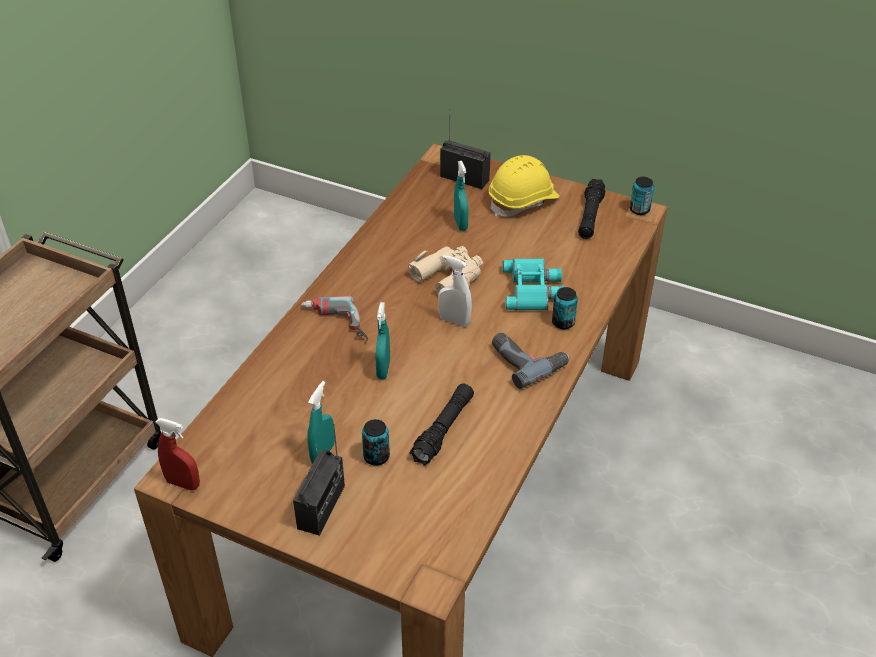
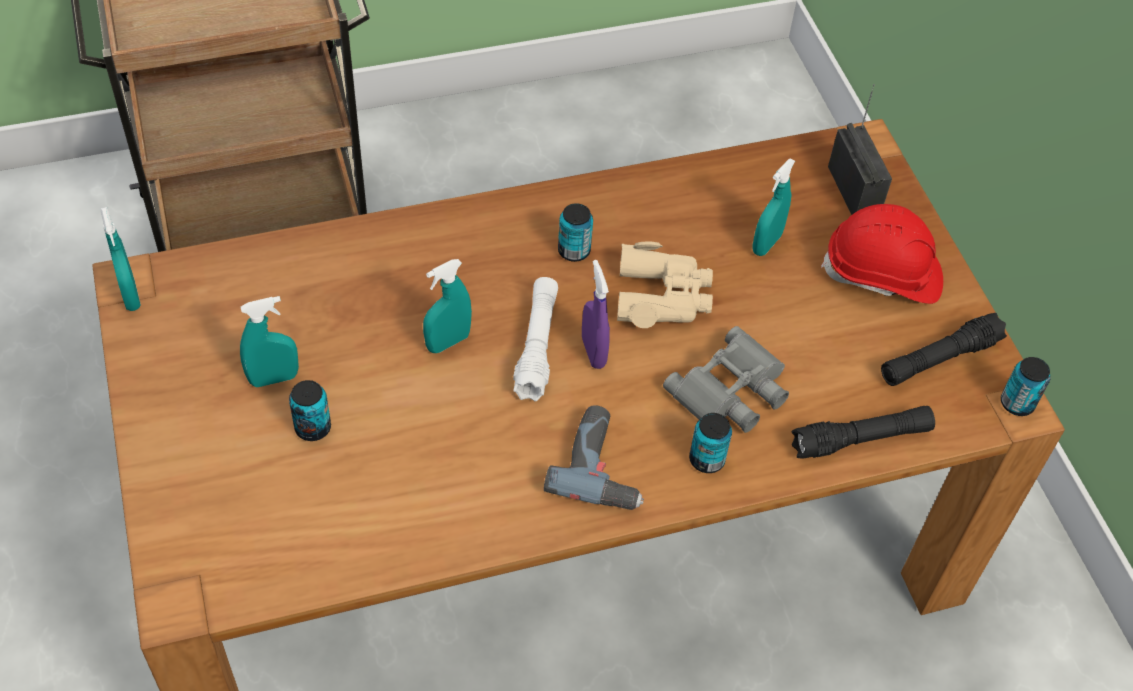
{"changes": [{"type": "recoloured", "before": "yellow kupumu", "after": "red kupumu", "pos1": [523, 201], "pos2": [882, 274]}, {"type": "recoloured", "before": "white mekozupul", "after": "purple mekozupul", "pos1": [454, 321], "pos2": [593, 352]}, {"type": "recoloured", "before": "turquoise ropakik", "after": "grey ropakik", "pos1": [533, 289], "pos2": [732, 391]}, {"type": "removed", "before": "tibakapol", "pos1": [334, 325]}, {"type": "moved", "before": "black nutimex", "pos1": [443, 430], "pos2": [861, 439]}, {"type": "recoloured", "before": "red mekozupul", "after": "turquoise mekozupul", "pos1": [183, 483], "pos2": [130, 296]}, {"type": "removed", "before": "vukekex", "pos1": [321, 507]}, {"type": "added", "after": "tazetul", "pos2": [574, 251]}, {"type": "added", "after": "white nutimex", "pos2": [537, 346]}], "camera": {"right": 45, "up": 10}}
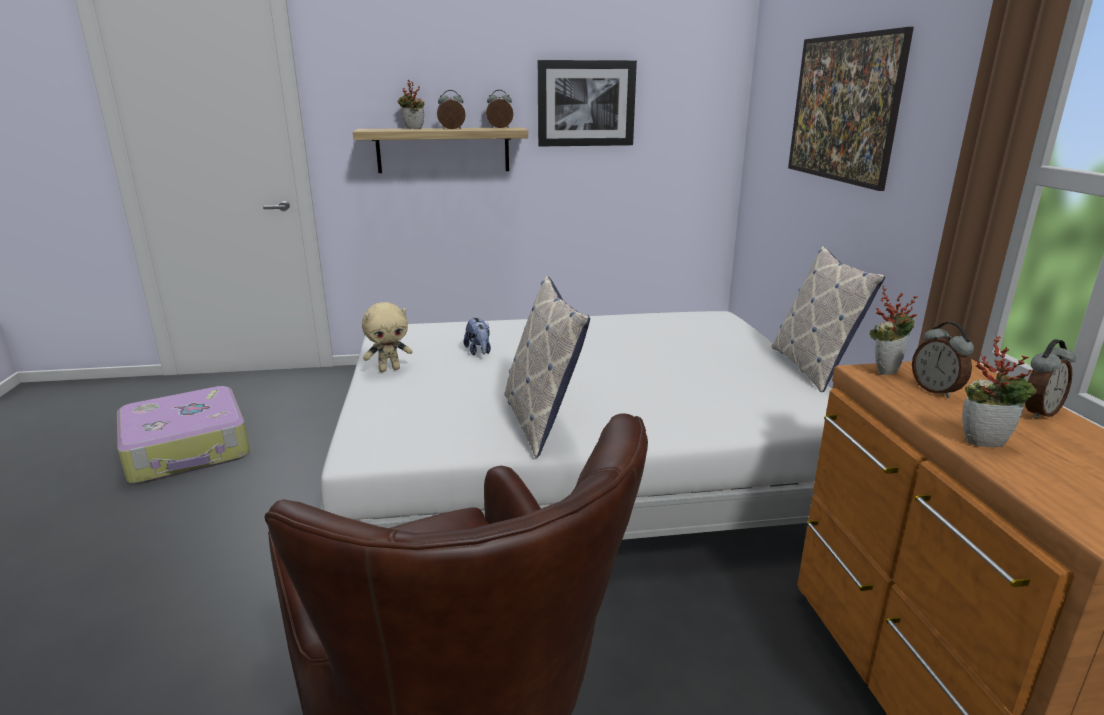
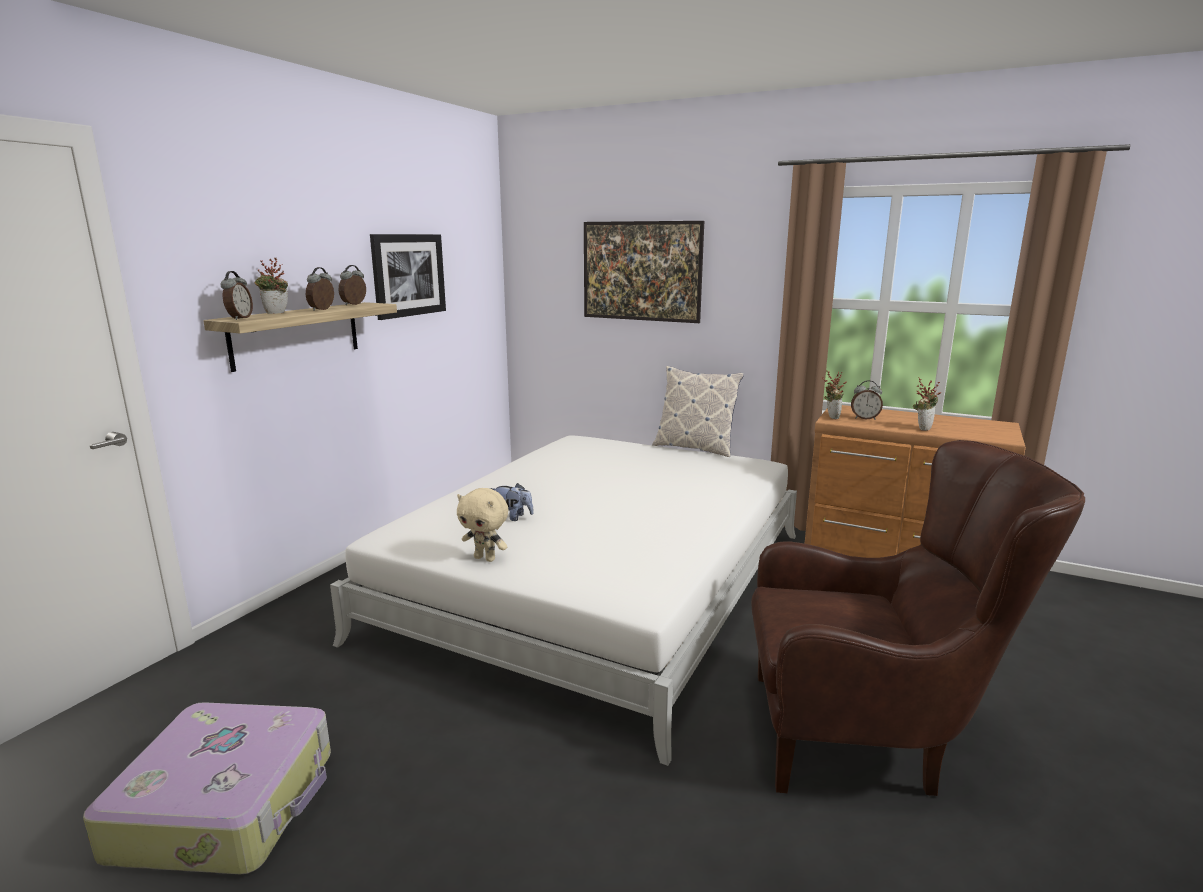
{"changes": [{"type": "removed", "before": "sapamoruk", "pos1": [541, 421]}, {"type": "turned", "before": "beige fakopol", "pos1": [389, 369], "pos2": [485, 558], "turn": 105}, {"type": "moved", "before": "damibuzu", "pos1": [1038, 412], "pos2": [239, 318]}], "camera": {"right": -55, "up": -5}}
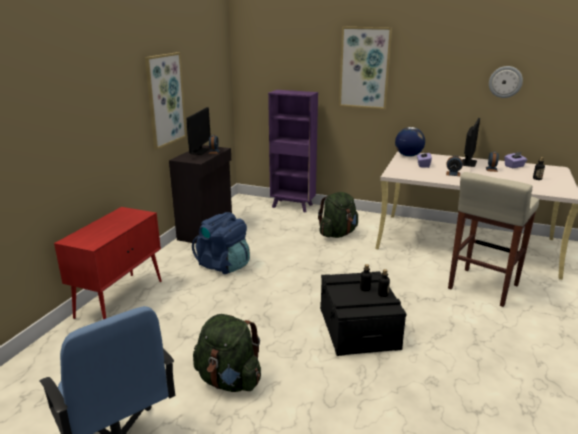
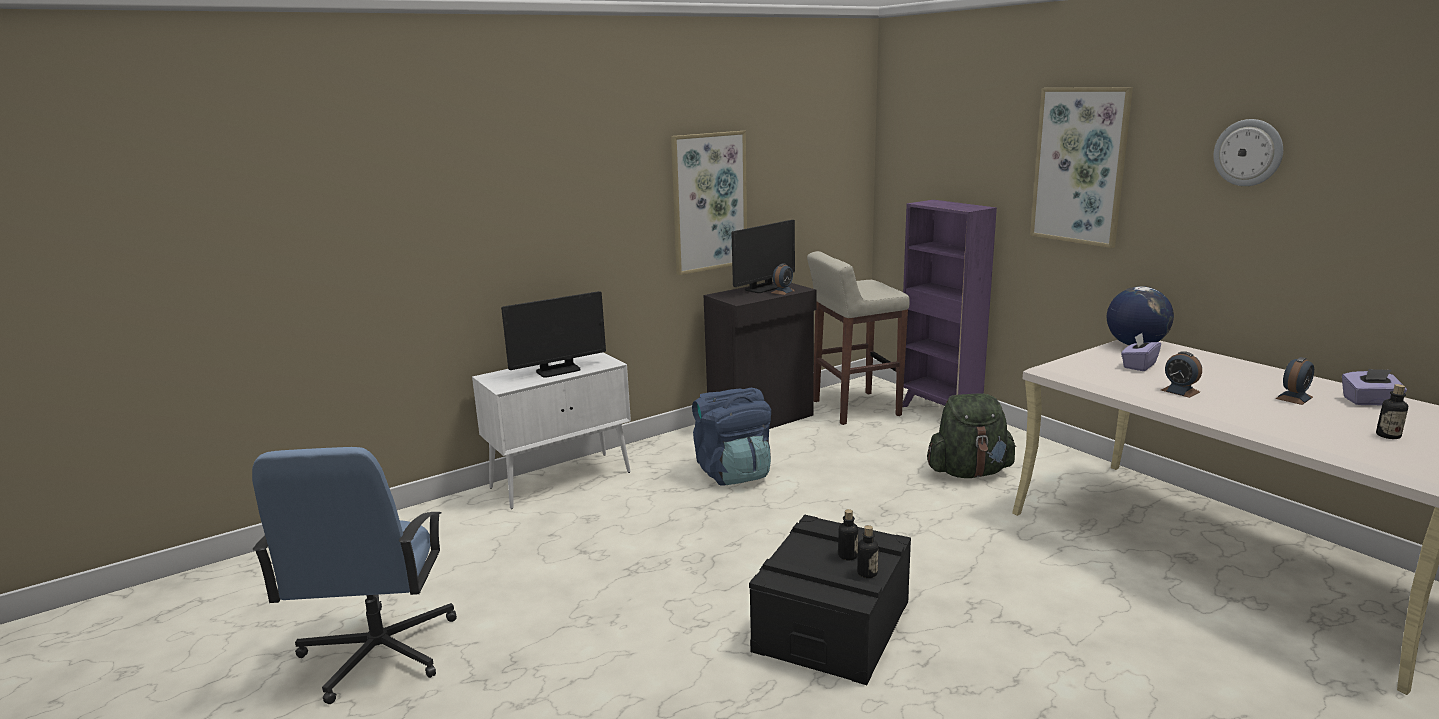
{"changes": [{"type": "moved", "before": "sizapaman", "pos1": [505, 82], "pos2": [1248, 152]}, {"type": "moved", "before": "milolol", "pos1": [468, 163], "pos2": [558, 370]}, {"type": "moved", "before": "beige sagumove", "pos1": [482, 287], "pos2": [854, 408]}, {"type": "recoloured", "before": "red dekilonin", "after": "white dekilonin", "pos1": [120, 298], "pos2": [562, 479]}, {"type": "removed", "before": "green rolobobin", "pos1": [229, 380]}], "camera": {"right": 35, "up": -5}}
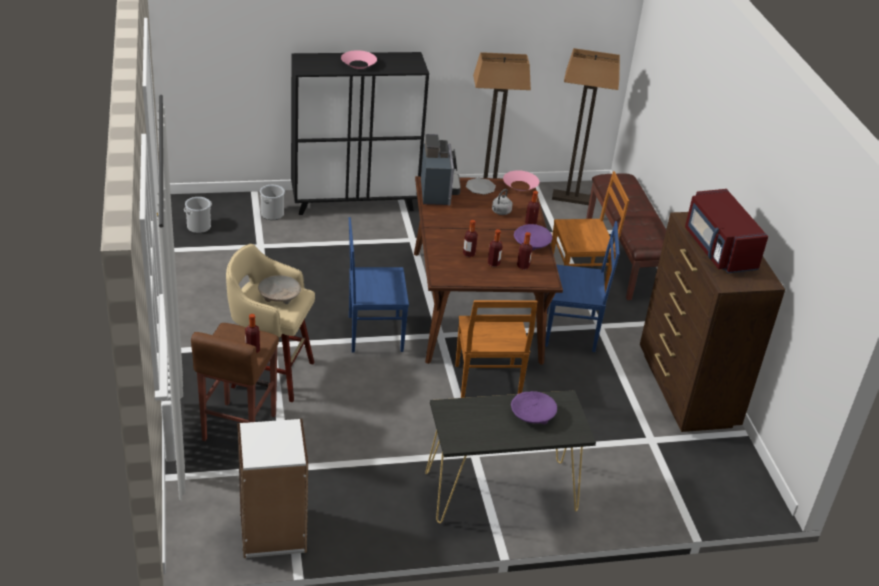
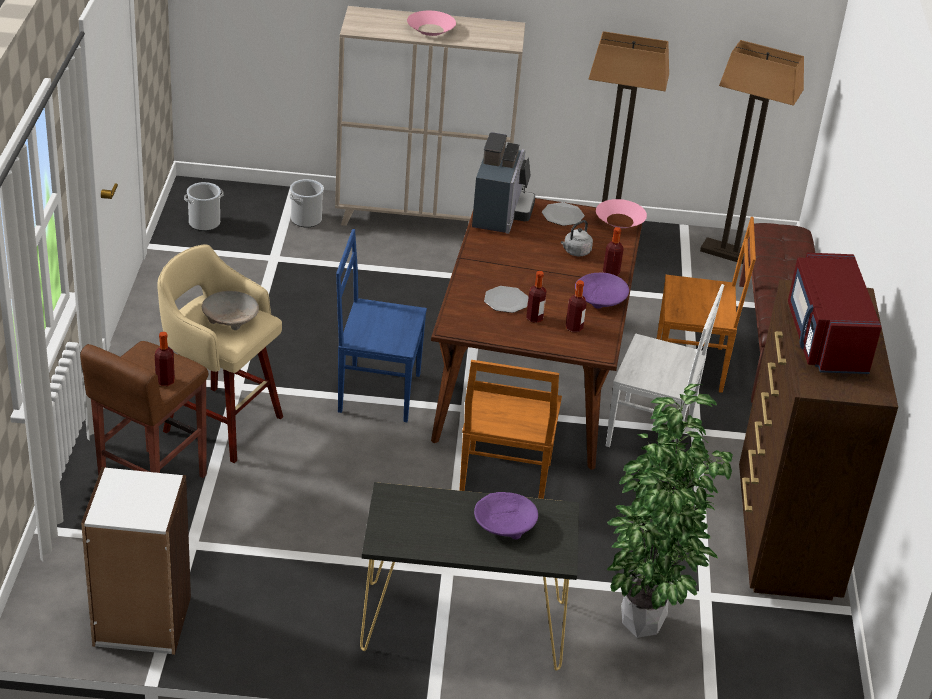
{"changes": [{"type": "recoloured", "before": "black dekilonin", "after": "beige dekilonin", "pos1": [354, 202], "pos2": [422, 218]}, {"type": "replaced", "before": "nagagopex", "after": "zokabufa", "pos1": [469, 254], "pos2": [506, 301]}, {"type": "recoloured", "before": "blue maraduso", "after": "white maraduso", "pos1": [571, 332], "pos2": [652, 433]}, {"type": "added", "after": "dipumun", "pos2": [644, 628]}], "camera": {"right": 15, "up": 0}}
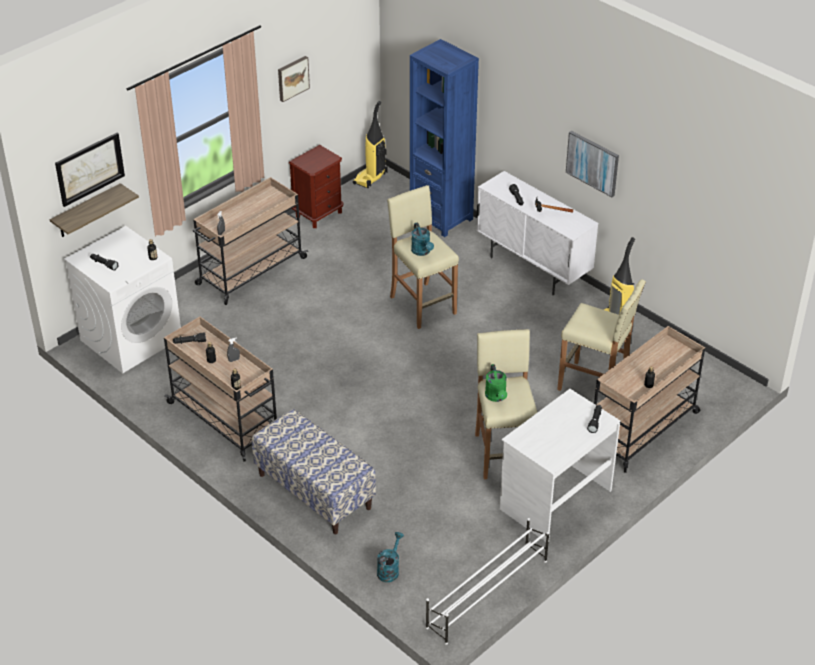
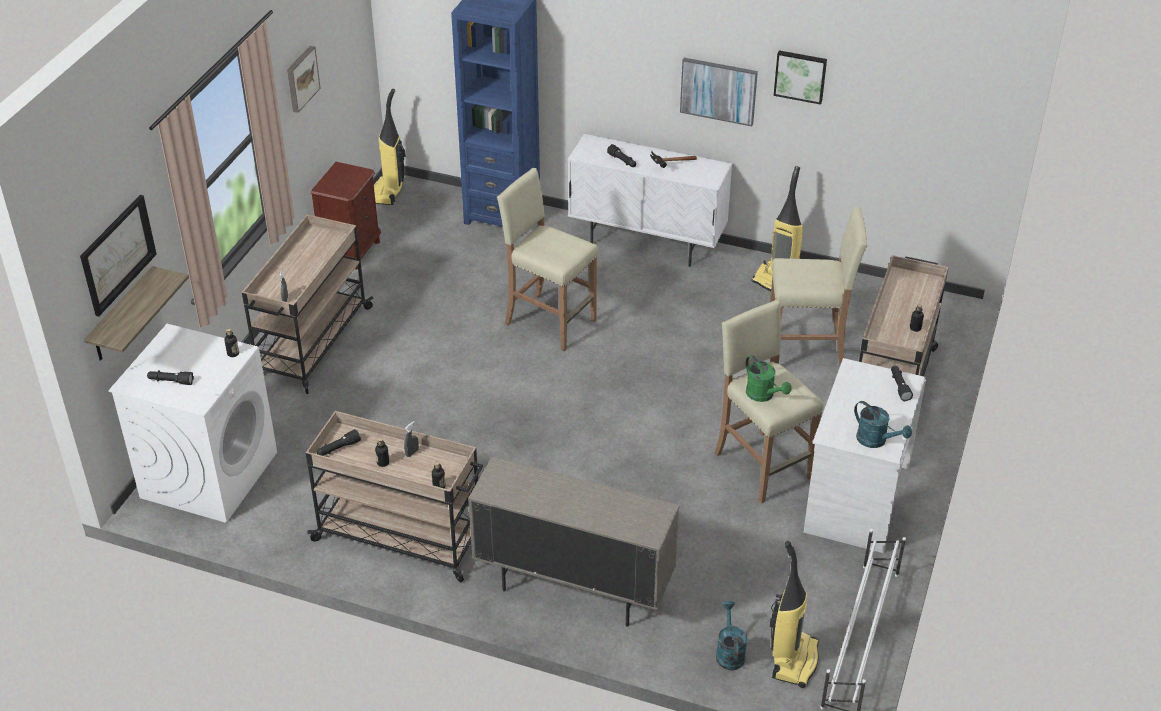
{"changes": [{"type": "moved", "before": "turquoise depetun", "pos1": [422, 252], "pos2": [876, 441]}, {"type": "replaced", "before": "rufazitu", "after": "beige dekilonin", "pos1": [314, 491], "pos2": [573, 589]}, {"type": "added", "after": "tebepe", "pos2": [800, 76]}, {"type": "added", "after": "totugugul", "pos2": [793, 660]}], "camera": {"right": -25, "up": 0}}
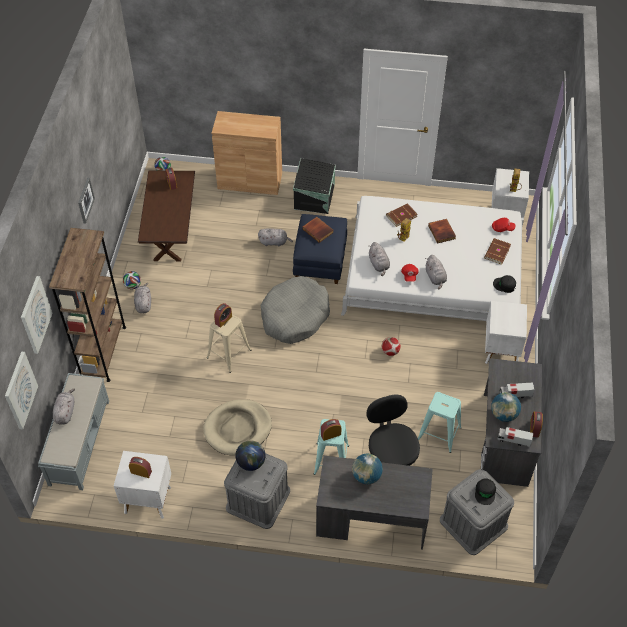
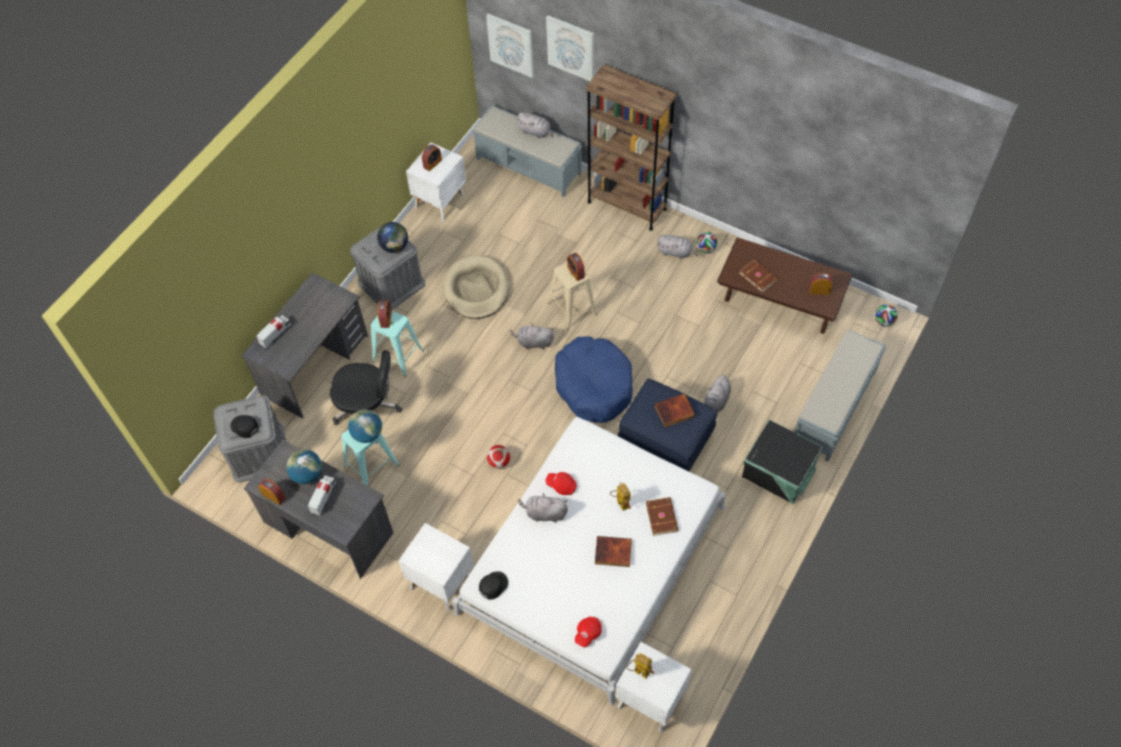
{"changes": [{"type": "replaced", "before": "brown dekilonin", "after": "grey rufazitu", "pos1": [250, 181], "pos2": [833, 408]}, {"type": "removed", "before": "tebepe", "pos1": [85, 200]}, {"type": "moved", "before": "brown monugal", "pos1": [496, 252], "pos2": [758, 276]}, {"type": "moved", "before": "grey fakopol", "pos1": [379, 264], "pos2": [533, 342]}, {"type": "recoloured", "before": "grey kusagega", "after": "blue kusagega", "pos1": [295, 316], "pos2": [594, 385]}, {"type": "moved", "before": "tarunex", "pos1": [513, 440], "pos2": [275, 335]}, {"type": "moved", "before": "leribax", "pos1": [366, 476], "pos2": [367, 434]}], "camera": {"right": 115, "up": 5}}
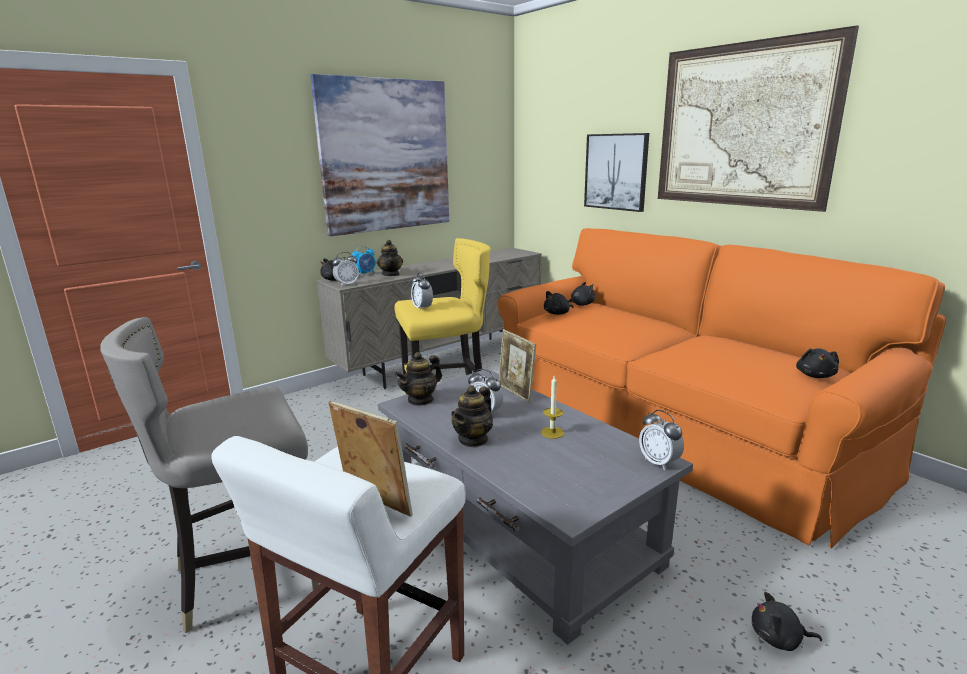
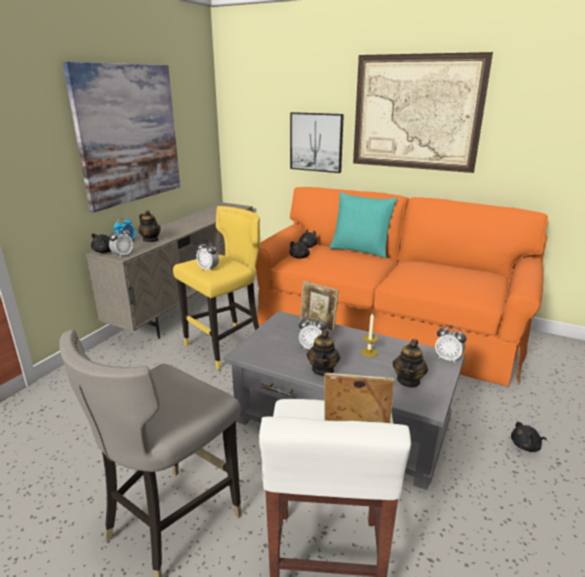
{"changes": [{"type": "removed", "before": "black fakopol", "pos1": [815, 375]}, {"type": "moved", "before": "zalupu", "pos1": [420, 400], "pos2": [408, 380]}, {"type": "added", "after": "turquoise sapamoruk", "pos2": [360, 250]}], "camera": {"right": -25, "up": 5}}
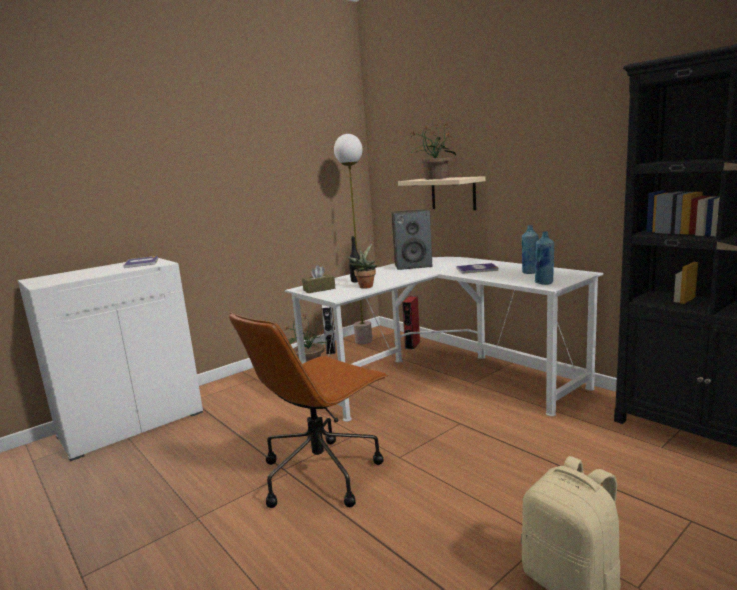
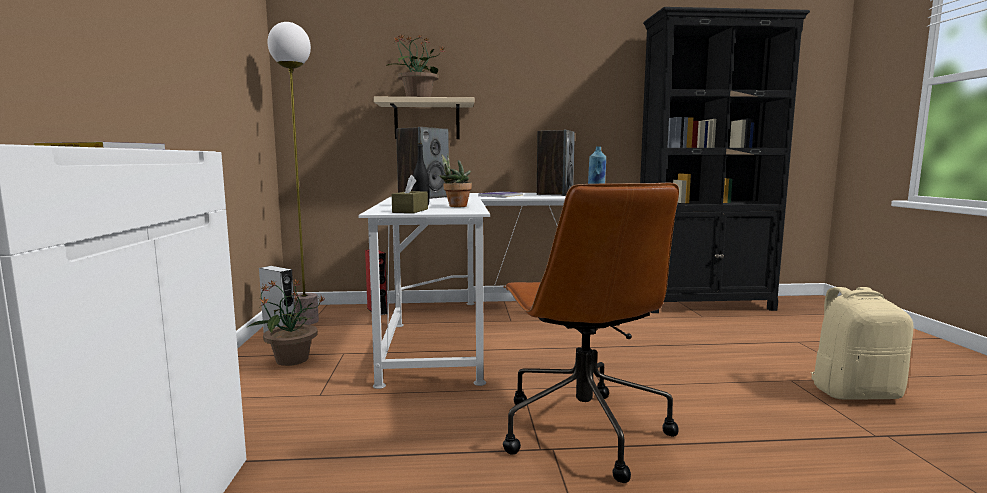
{"changes": [{"type": "replaced", "before": "blue nagagopex", "after": "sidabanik", "pos1": [530, 272], "pos2": [555, 194]}], "camera": {"right": -55, "up": -5}}
